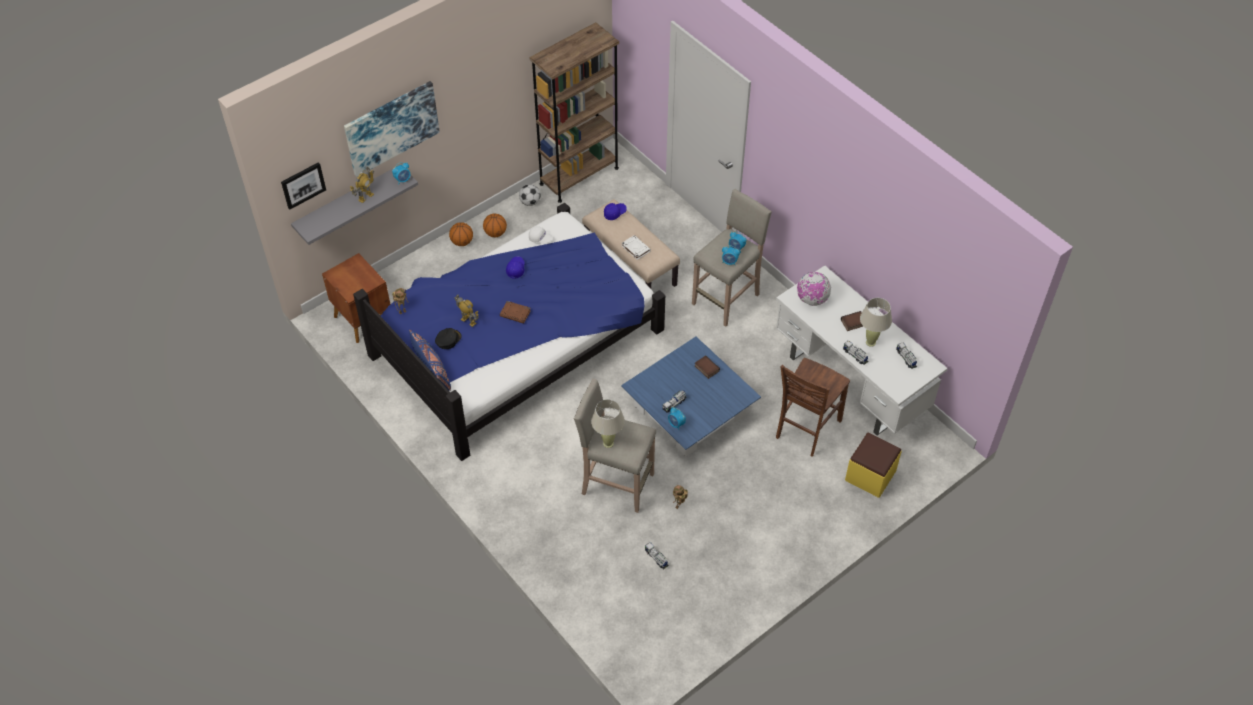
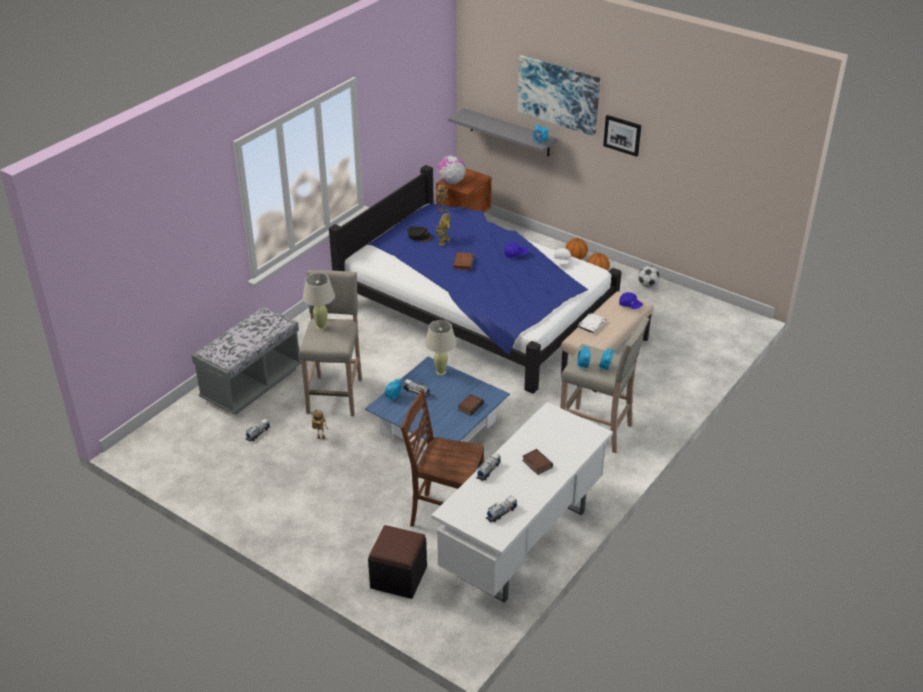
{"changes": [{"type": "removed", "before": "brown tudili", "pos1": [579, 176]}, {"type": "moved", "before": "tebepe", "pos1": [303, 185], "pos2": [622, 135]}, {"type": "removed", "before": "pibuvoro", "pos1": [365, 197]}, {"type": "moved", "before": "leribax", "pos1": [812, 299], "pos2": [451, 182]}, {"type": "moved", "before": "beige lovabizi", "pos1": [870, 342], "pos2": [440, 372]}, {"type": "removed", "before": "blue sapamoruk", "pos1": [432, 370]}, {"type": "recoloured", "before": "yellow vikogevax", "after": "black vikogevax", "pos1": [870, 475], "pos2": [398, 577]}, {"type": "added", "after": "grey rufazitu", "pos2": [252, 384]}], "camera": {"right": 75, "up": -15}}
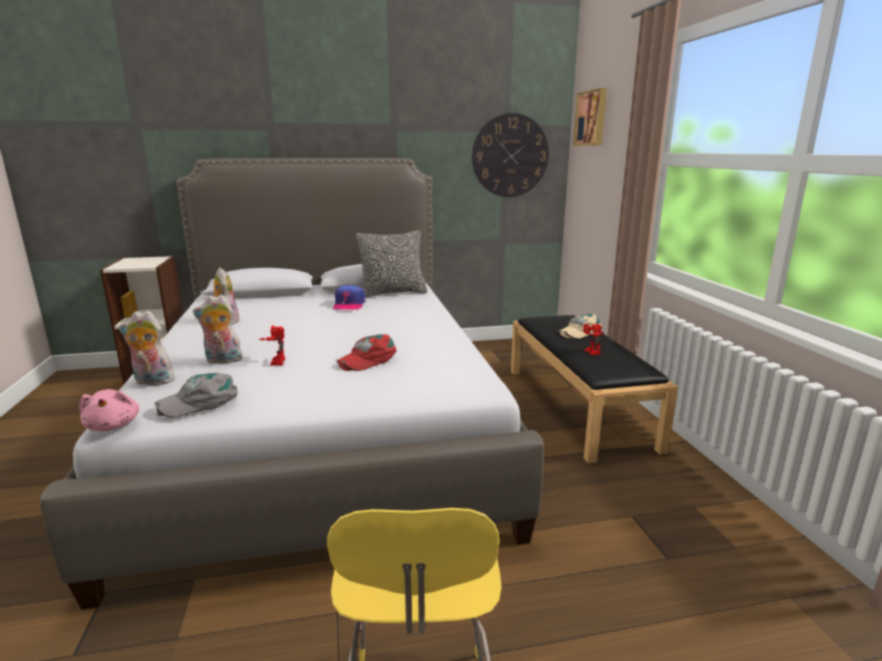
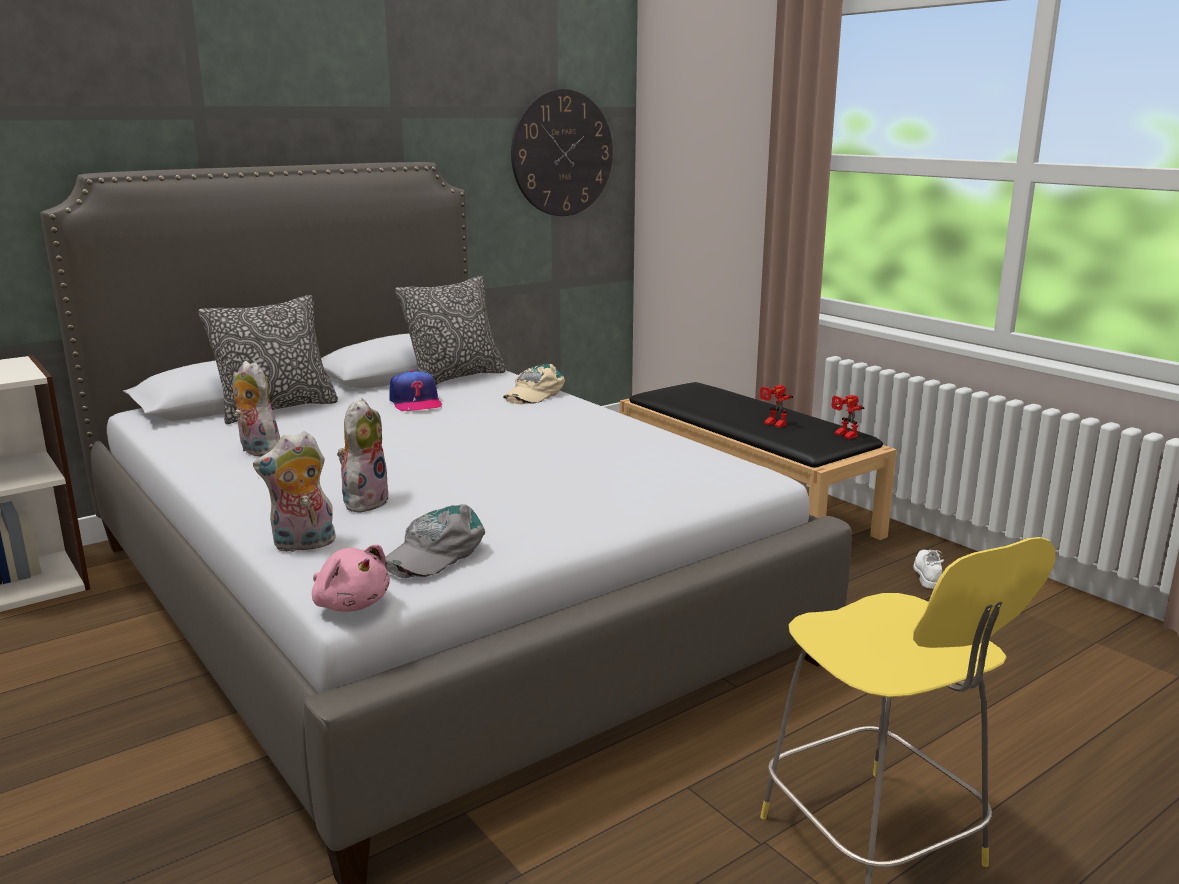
{"changes": [{"type": "removed", "before": "tebepe", "pos1": [592, 118]}, {"type": "turned", "before": "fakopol", "pos1": [222, 361], "pos2": [364, 501], "turn": 135}, {"type": "moved", "before": "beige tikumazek", "pos1": [579, 332], "pos2": [533, 394]}, {"type": "moved", "before": "pibuvoro", "pos1": [275, 361], "pos2": [843, 435]}, {"type": "removed", "before": "red tikumazek", "pos1": [368, 359]}, {"type": "added", "after": "sapamoruk", "pos2": [276, 409]}, {"type": "added", "after": "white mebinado", "pos2": [927, 575]}], "camera": {"right": -25, "up": 0}}
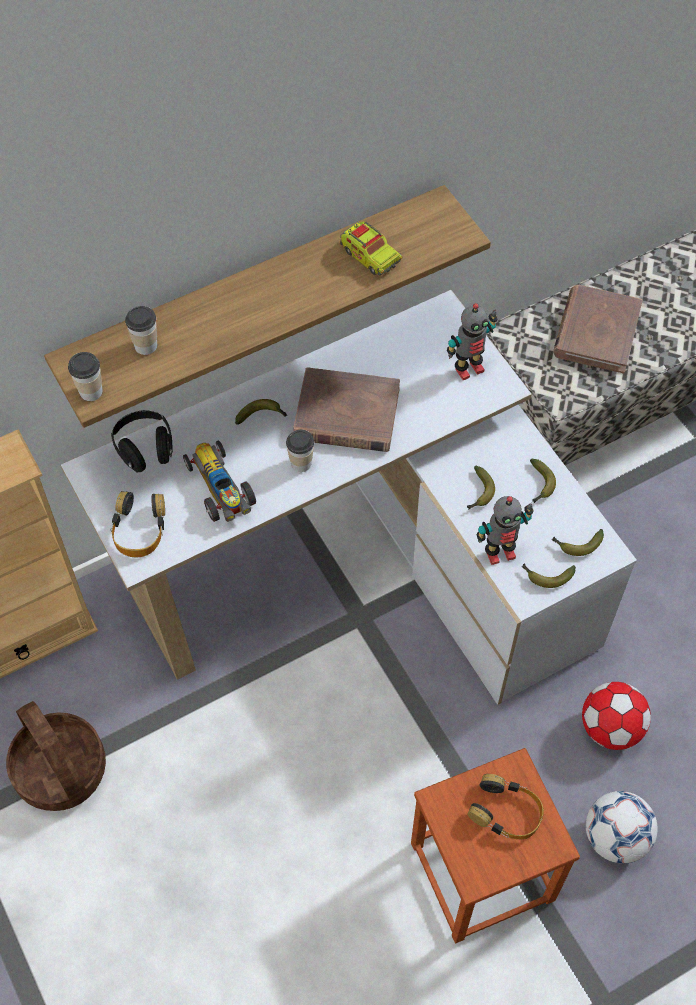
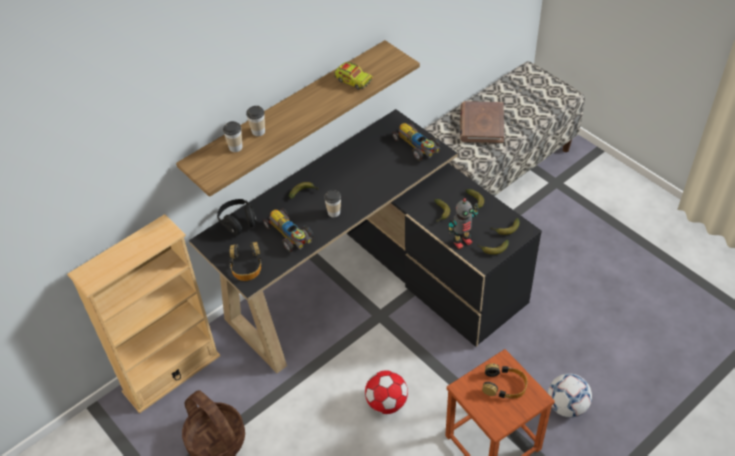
{"changes": [{"type": "recoloured", "before": "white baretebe", "after": "black baretebe", "pos1": [362, 563], "pos2": [373, 286]}, {"type": "replaced", "before": "pibuvoro", "after": "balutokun", "pos1": [468, 368], "pos2": [417, 146]}, {"type": "moved", "before": "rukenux", "pos1": [90, 391], "pos2": [258, 131]}, {"type": "removed", "before": "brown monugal", "pos1": [346, 414]}, {"type": "moved", "before": "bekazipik", "pos1": [610, 728], "pos2": [386, 403]}], "camera": {"right": -10, "up": -10}}
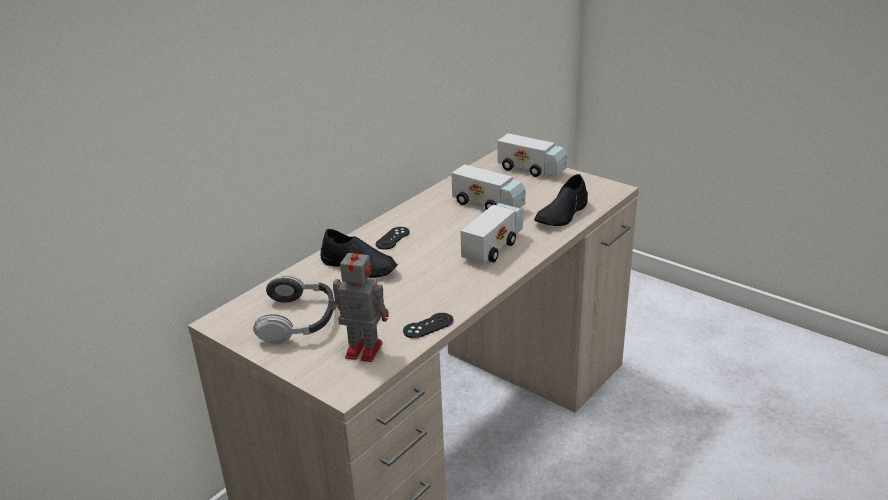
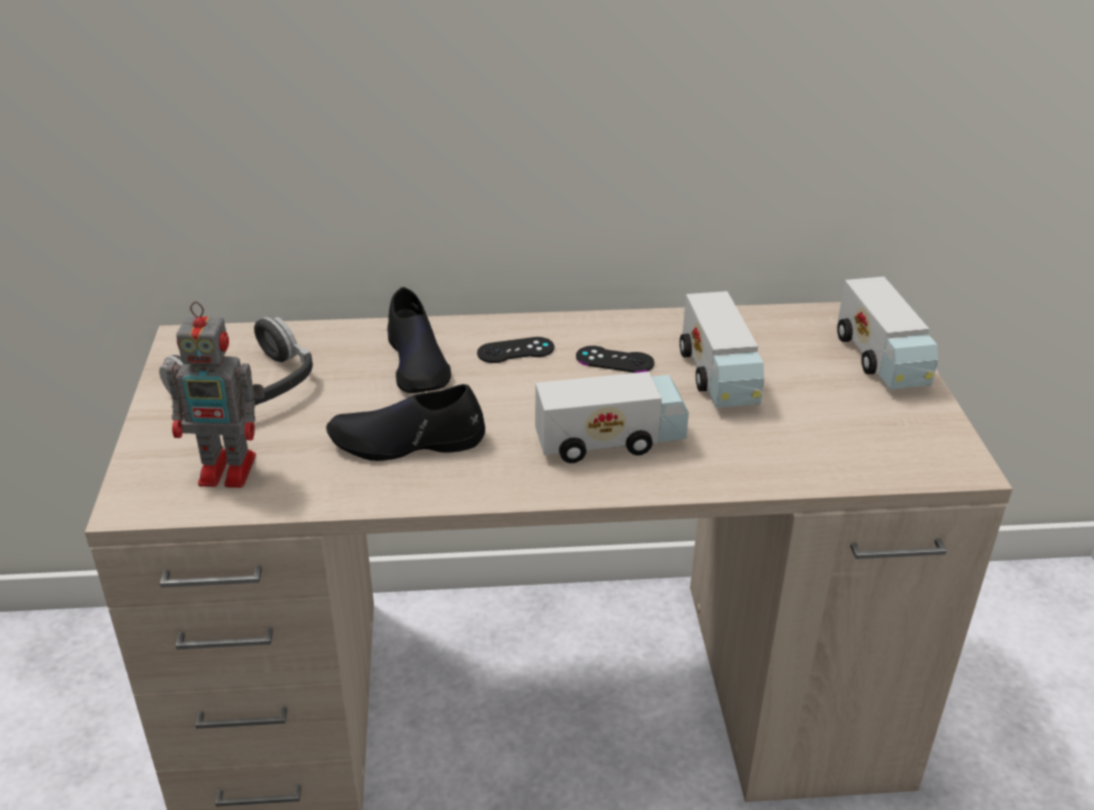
{"changes": [{"type": "moved", "before": "black mebinado", "pos1": [562, 214], "pos2": [407, 441]}, {"type": "turned", "before": "pibuvoro", "pos1": [362, 349], "pos2": [231, 470], "turn": 120}, {"type": "moved", "before": "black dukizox", "pos1": [428, 326], "pos2": [614, 360]}], "camera": {"right": 45, "up": 5}}
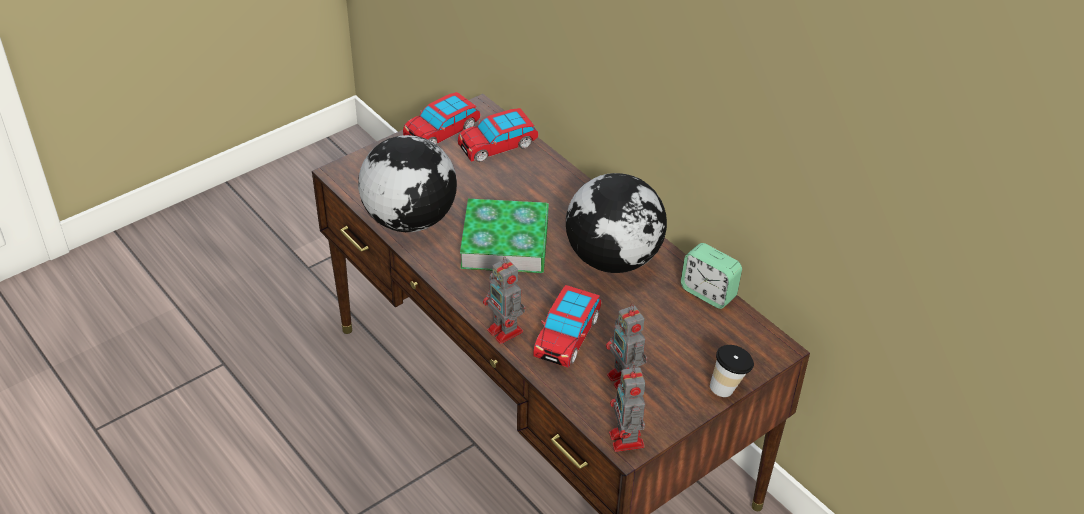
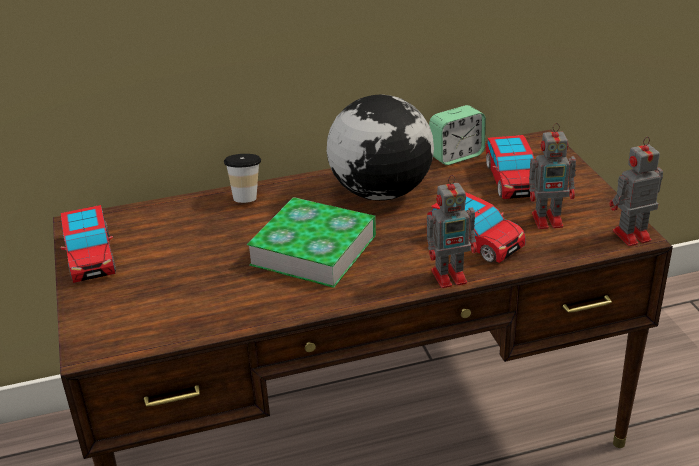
{"changes": [{"type": "moved", "before": "balutokun", "pos1": [498, 145], "pos2": [511, 179]}, {"type": "removed", "before": "leribax", "pos1": [409, 219]}, {"type": "moved", "before": "rukenux", "pos1": [728, 388], "pos2": [246, 197]}, {"type": "turned", "before": "pibuvoro", "pos1": [627, 441], "pos2": [630, 236], "turn": 150}], "camera": {"right": -65, "up": -10}}
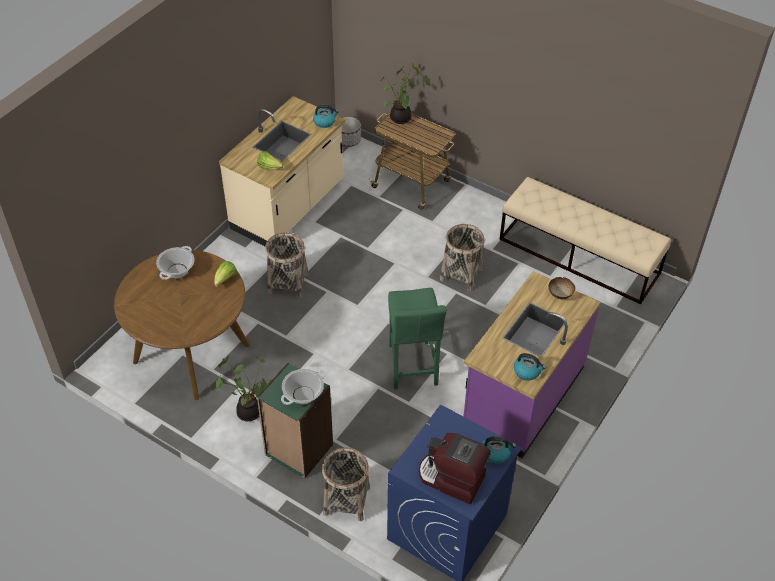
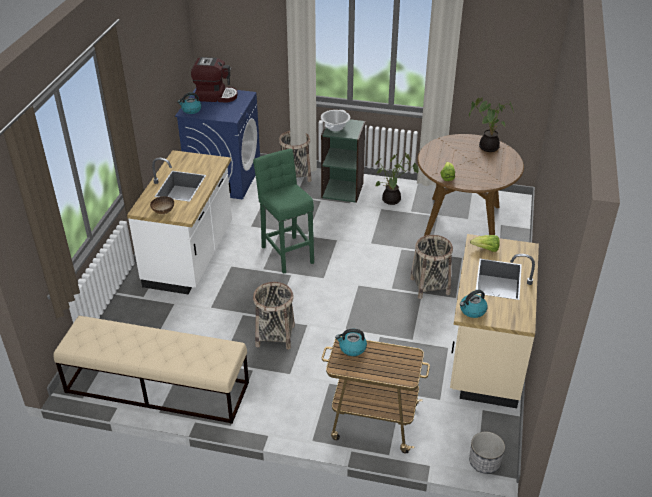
{"changes": [{"type": "moved", "before": "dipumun", "pos1": [401, 119], "pos2": [487, 147]}, {"type": "removed", "before": "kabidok", "pos1": [177, 271]}, {"type": "recoloured", "before": "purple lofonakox", "after": "white lofonakox", "pos1": [522, 395], "pos2": [191, 256]}, {"type": "moved", "before": "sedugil", "pos1": [527, 371], "pos2": [352, 348]}], "camera": {"right": 160, "up": -10}}
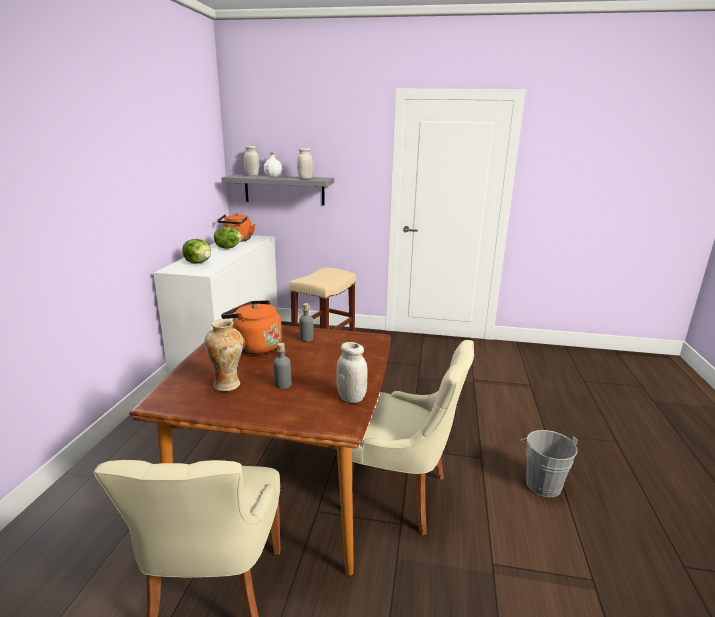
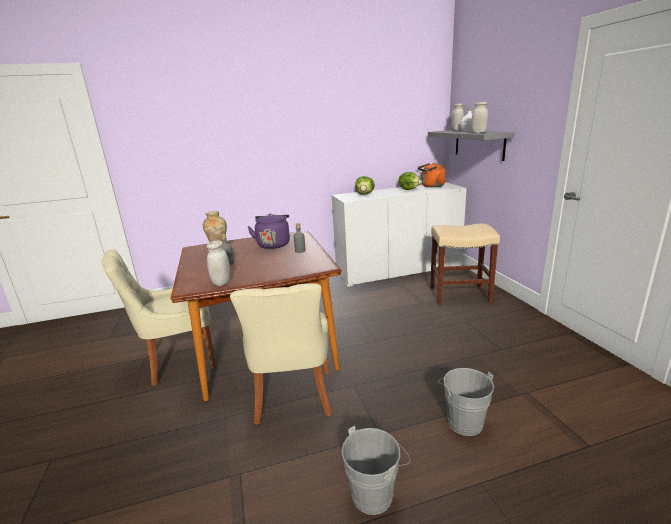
{"changes": [{"type": "recoloured", "before": "orange sedugil", "after": "purple sedugil", "pos1": [254, 346], "pos2": [273, 244]}, {"type": "added", "after": "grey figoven", "pos2": [462, 420]}], "camera": {"right": 65, "up": 0}}
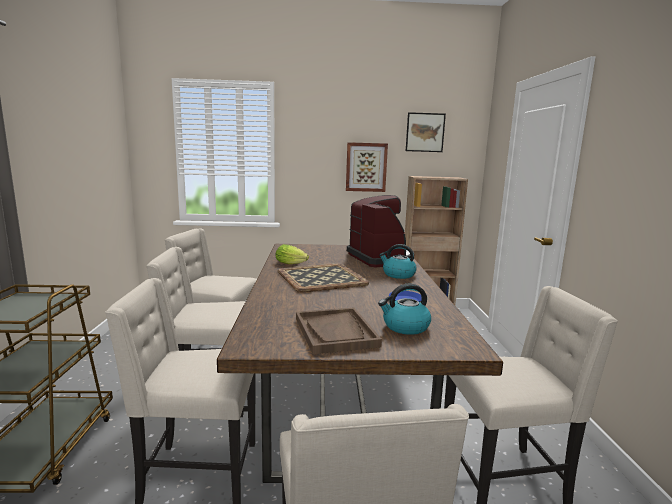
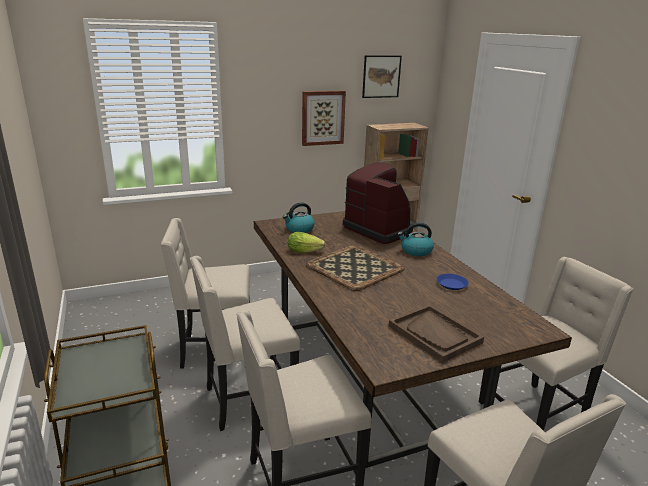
{"changes": [{"type": "moved", "before": "sedugil", "pos1": [405, 327], "pos2": [299, 229]}], "camera": {"right": -20, "up": 10}}
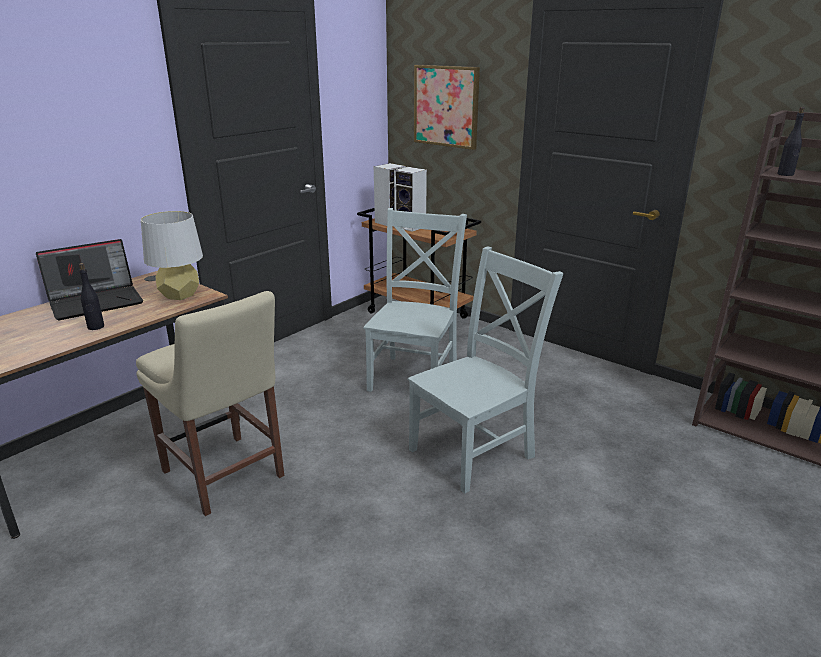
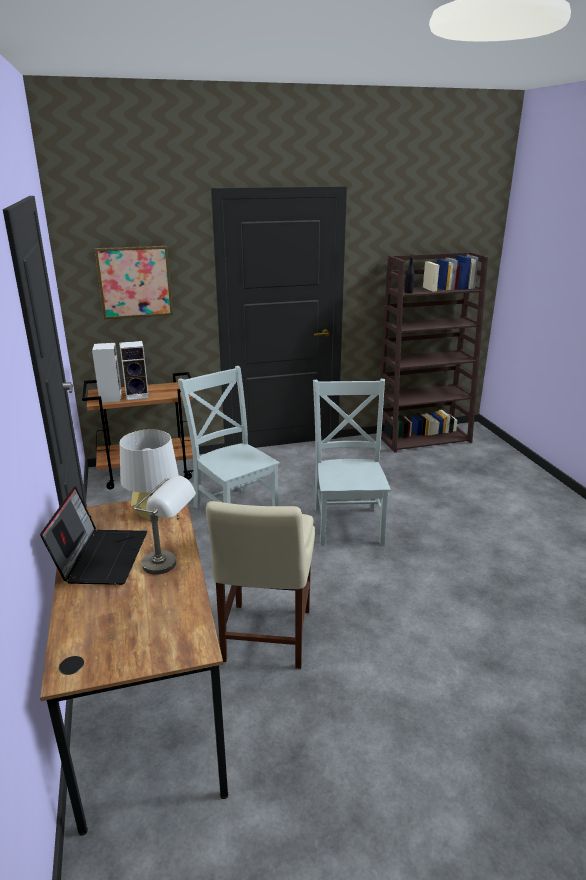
{"changes": [{"type": "replaced", "before": "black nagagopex", "after": "grey lovabizi", "pos1": [96, 327], "pos2": [170, 566]}, {"type": "turned", "before": "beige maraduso", "pos1": [225, 476], "pos2": [265, 638], "turn": 105}], "camera": {"right": -55, "up": 0}}
